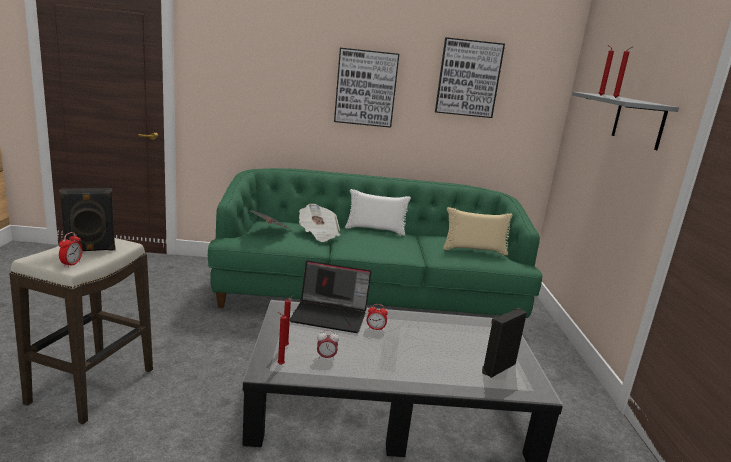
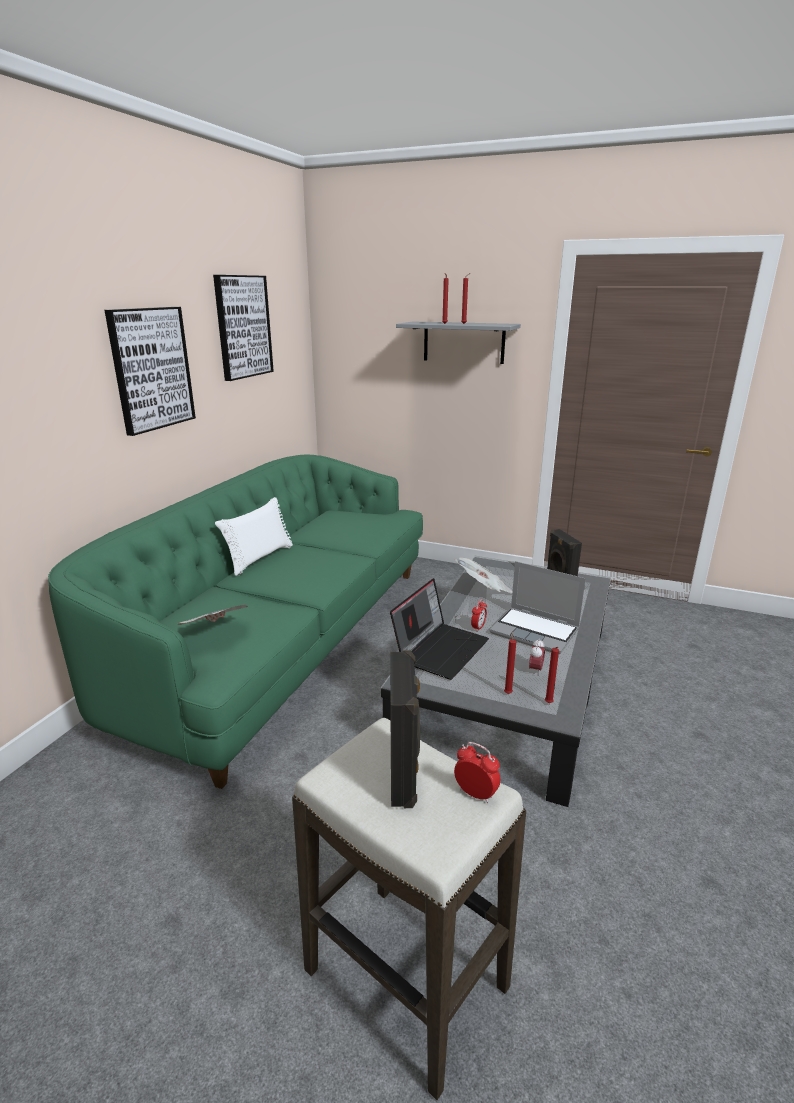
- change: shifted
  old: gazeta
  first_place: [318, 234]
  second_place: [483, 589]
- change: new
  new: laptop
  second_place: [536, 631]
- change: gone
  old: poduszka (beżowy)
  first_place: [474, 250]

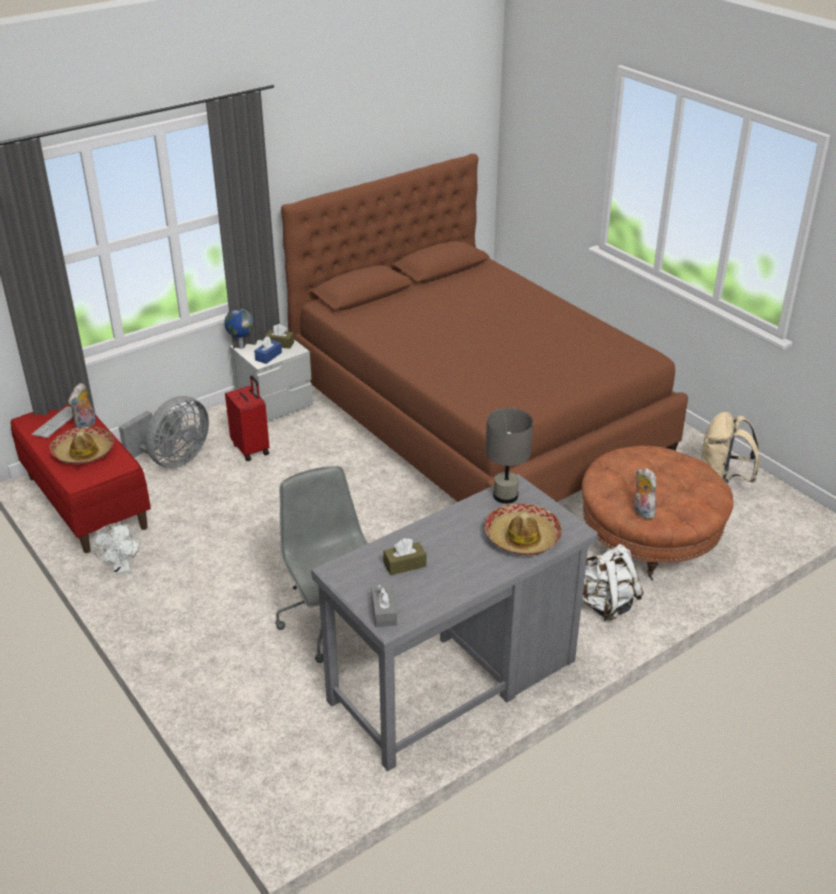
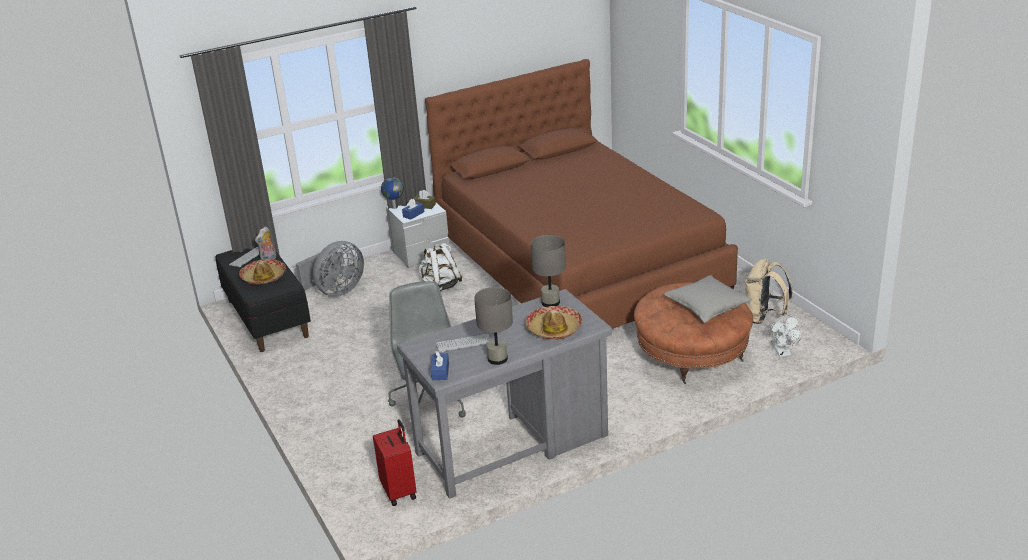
- change: repainted
  old: ławka (czerwony)
  new: ławka (czarny)
  first_place: [86, 502]
  second_place: [267, 318]
- change: shifted
  old: walizka (czerwony)
  first_place: [251, 449]
  second_place: [400, 491]
- change: shifted
  old: plecak (biały)
  first_place: [605, 604]
  second_place: [441, 285]
- change: repainted
  old: pudełko chusteczek (szary)
  new: pudełko chusteczek (niebieski)
  first_place: [384, 612]
  second_place: [440, 371]
- change: swapped
  old: pudełko chusteczek (brązowy)
  new: klawiatura
  first_place: [404, 564]
  second_place: [463, 343]
- change: new
  new: lampa stołowa (szary)
  second_place: [497, 358]
- change: new
  new: poduszka (szary)
  second_place: [707, 307]
- change: shifted
  old: wentylator (biały)
  first_place: [122, 567]
  second_place: [783, 353]
- change: gone
  old: pluszak
  first_place: [641, 511]

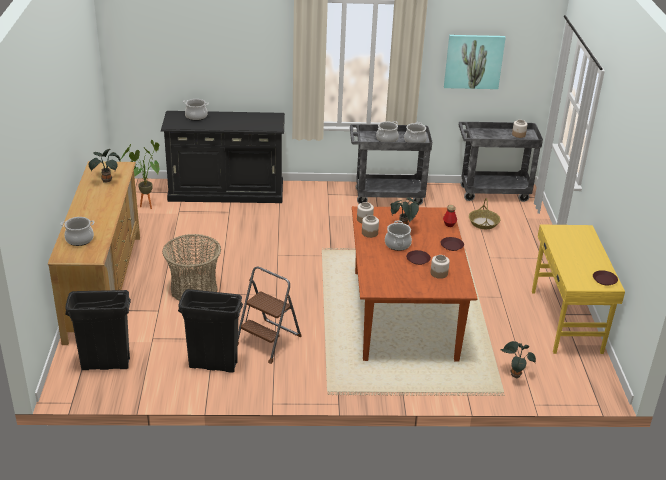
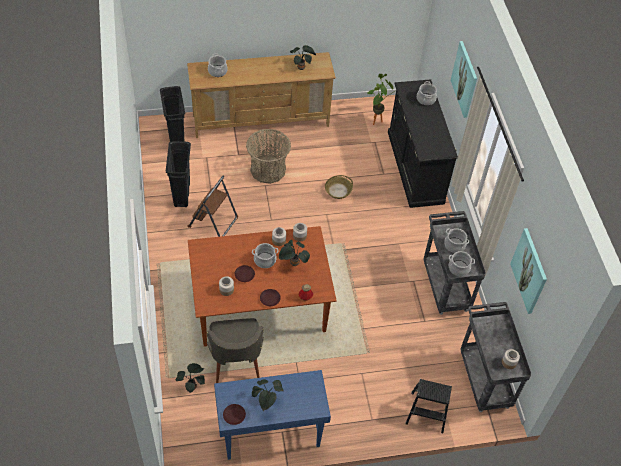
- change: new
  new: krzesło (szary)
  second_place: [236, 363]
- change: repainted
  old: stolik konsolowy (żółty)
  new: stolik konsolowy (niebieski)
  first_place: [566, 322]
  second_place: [270, 433]
- change: new
  new: roślina doniczkowa
  second_place: [267, 402]
- change: shifted
  old: koszyk
  first_place: [483, 223]
  second_place: [338, 190]
- change: new
  new: drabinka (czarny)
  second_place: [427, 411]
- change: new
  new: obraz
  second_place: [464, 79]

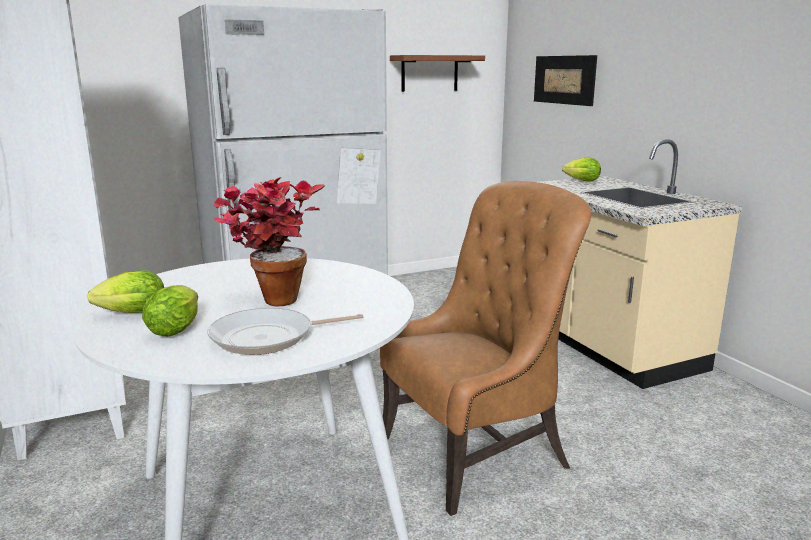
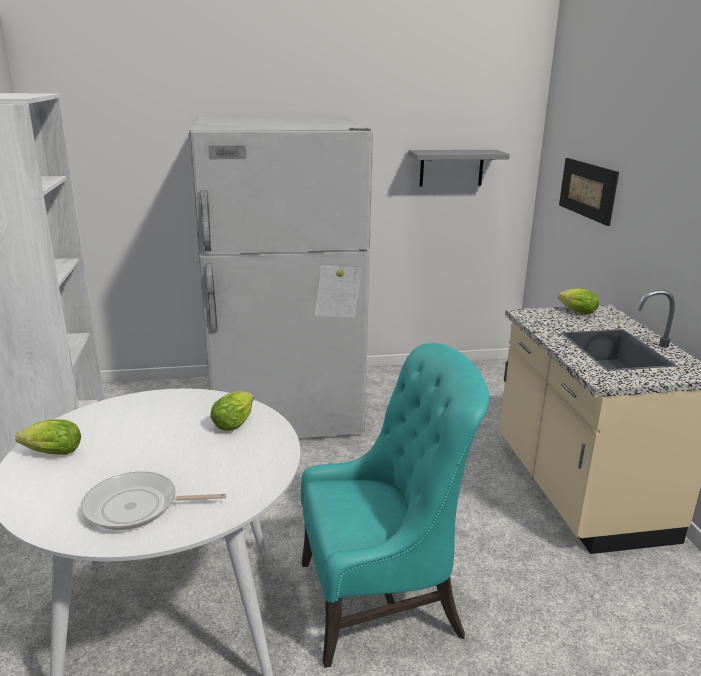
- change: shifted
  old: sałata
  first_place: [177, 328]
  second_place: [235, 422]
- change: repainted
  old: krzesło (brązowy)
  new: krzesło (turkusowy)
  first_place: [476, 452]
  second_place: [382, 599]
- change: repainted
  old: półka (brązowy)
  new: półka (szary)
  first_place: [429, 73]
  second_place: [451, 168]
- change: gone
  old: roślina doniczkowa
  first_place: [271, 298]

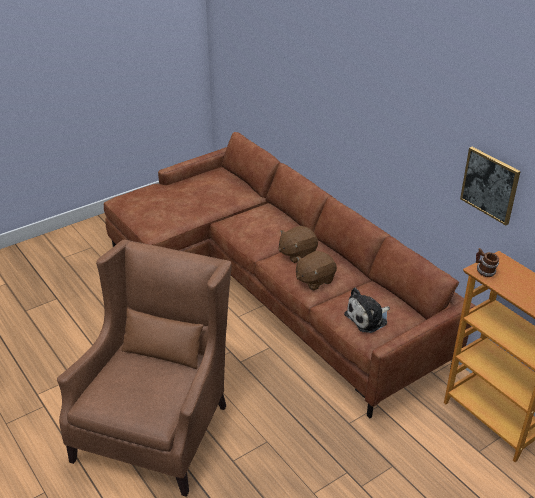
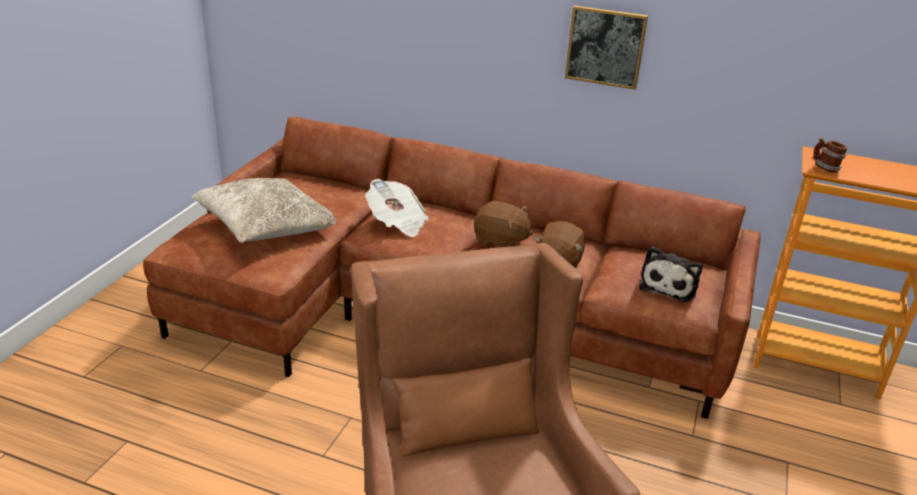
- change: new
  new: poduszka (beżowy)
  second_place: [266, 226]
- change: new
  new: gazeta
  second_place: [397, 222]
- change: rotated
  old: pluszak (brązowy)
  first_place: [297, 253]
  second_place: [501, 242]
  degrees: -90
- change: shifted
  old: obraz
  first_place: [490, 185]
  second_place: [605, 47]

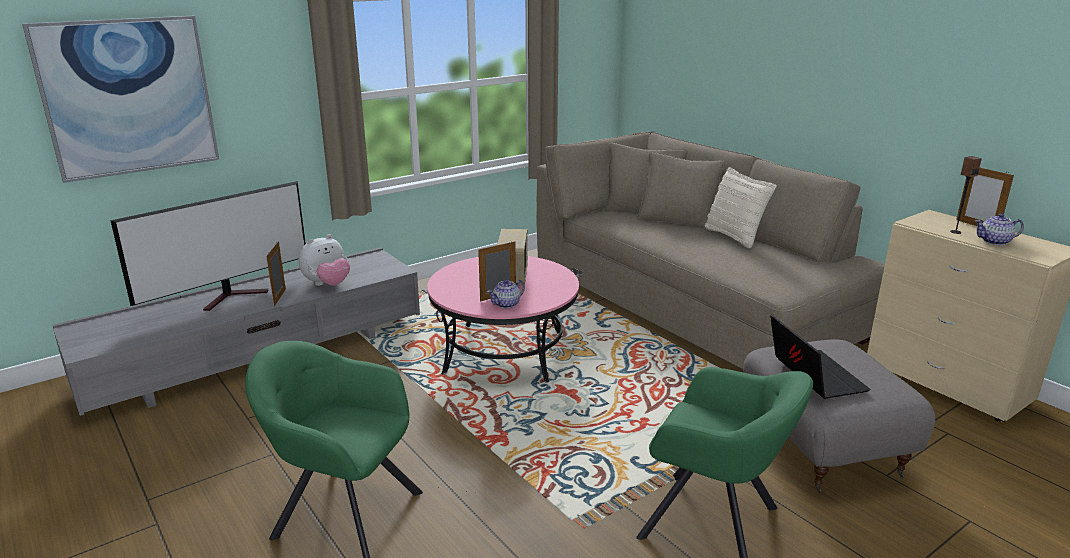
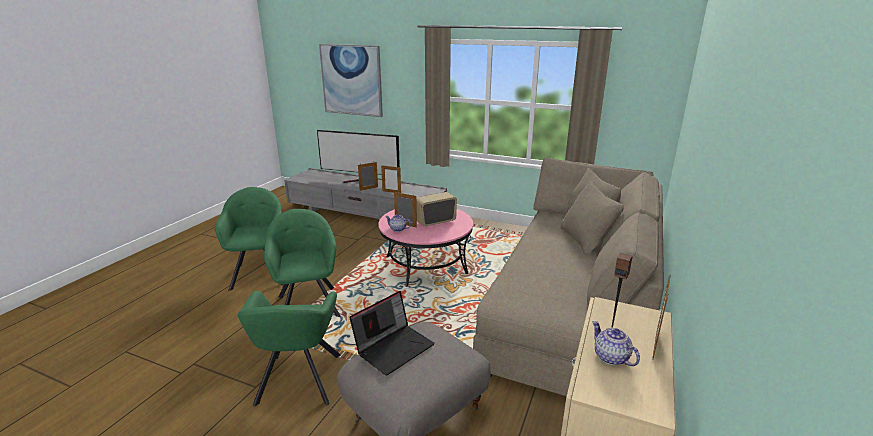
- change: new
  new: fotel (zielony)
  second_place: [308, 304]
- change: swapped
  old: pluszak
  new: ramka na zdjęcie
  first_place: [327, 284]
  second_place: [391, 192]
- change: gone
  old: poduszka (beżowy)
  first_place: [735, 237]

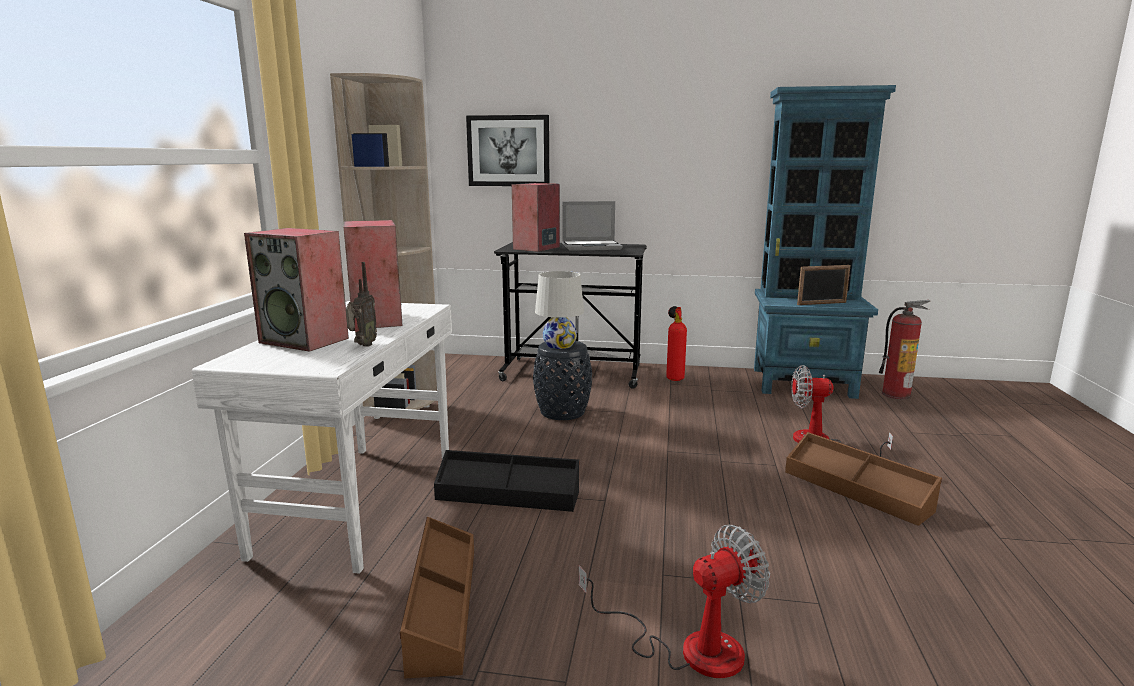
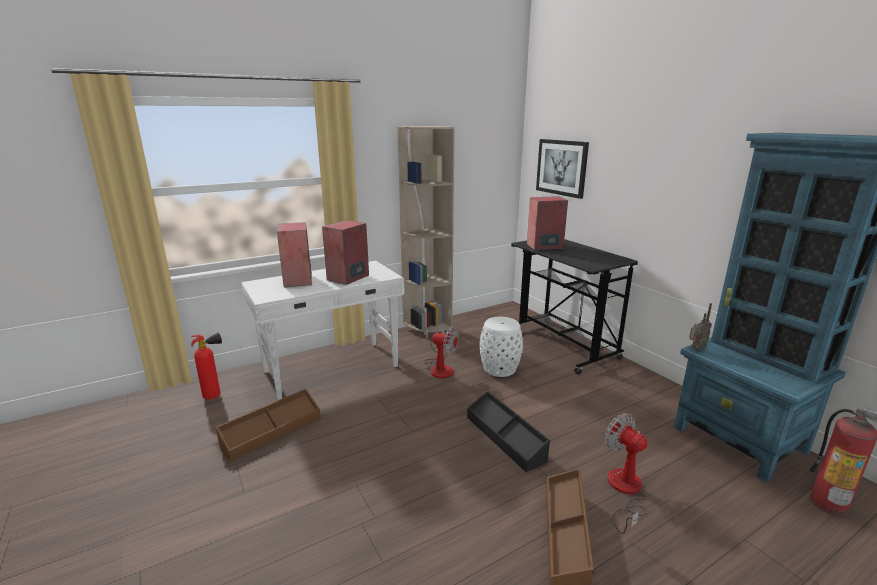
- change: shifted
  old: gaśnica
  first_place: [674, 378]
  second_place: [216, 395]
- change: shifted
  old: wentylator
  first_place: [689, 648]
  second_place: [439, 368]
- change: shifted
  old: pojemnik do przechowywania (czarny)
  first_place: [508, 495]
  second_place: [505, 438]
- change: repainted
  old: stołek (czarny)
  new: stołek (biały)
  first_place: [562, 412]
  second_place: [499, 369]
- change: shifted
  old: radio
  first_place: [362, 346]
  second_place: [695, 349]
- change: gone
  old: lampa stołowa (biały)
  first_place: [559, 345]
- change: gone
  old: laptop
  first_place: [592, 247]
- change: gone
  old: ramka na zdjęcie
  first_place: [822, 303]

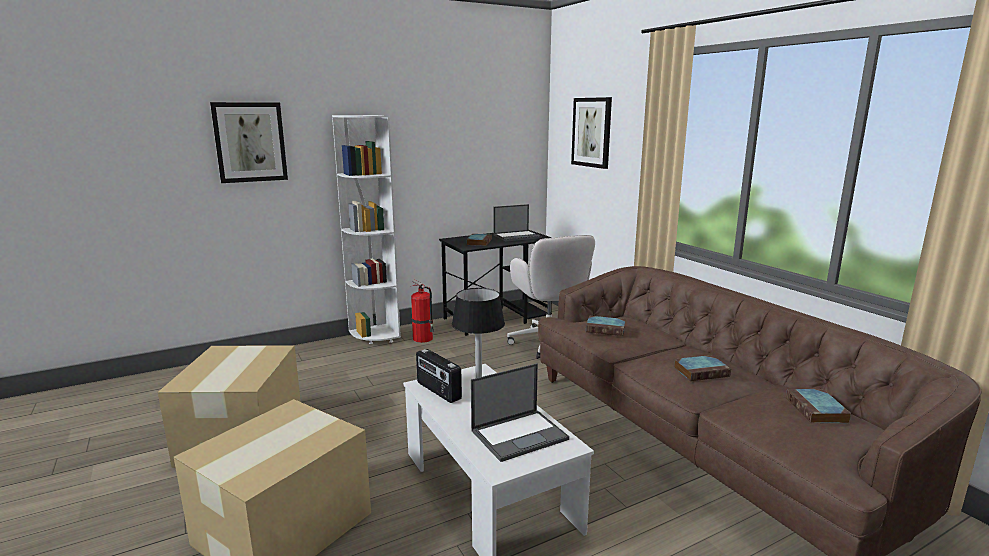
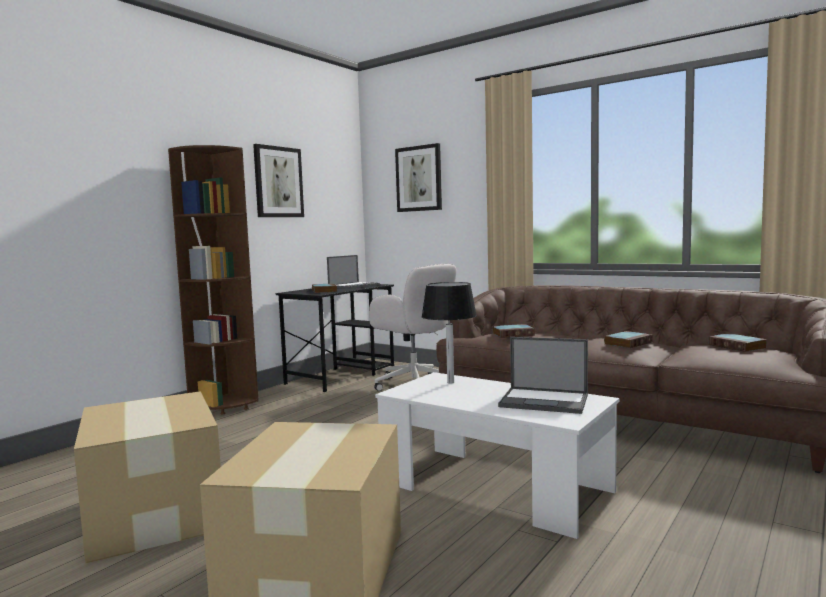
- change: repainted
  old: regał (biały)
  new: regał (brązowy)
  first_place: [375, 339]
  second_place: [224, 409]
- change: shifted
  old: obraz
  first_place: [250, 142]
  second_place: [278, 182]
- change: rotated
  old: laptop
  first_place: [520, 434]
  second_place: [545, 401]
  degrees: 75
- change: gone
  old: gaśnica
  first_place: [423, 338]
- change: gone
  old: radio
  first_place: [438, 391]

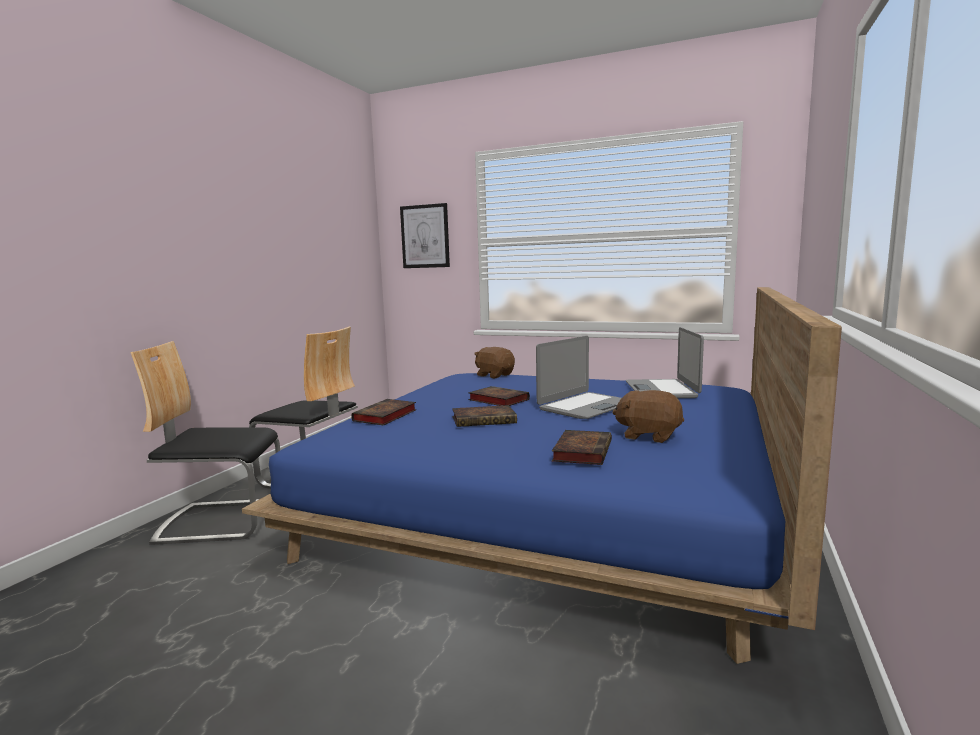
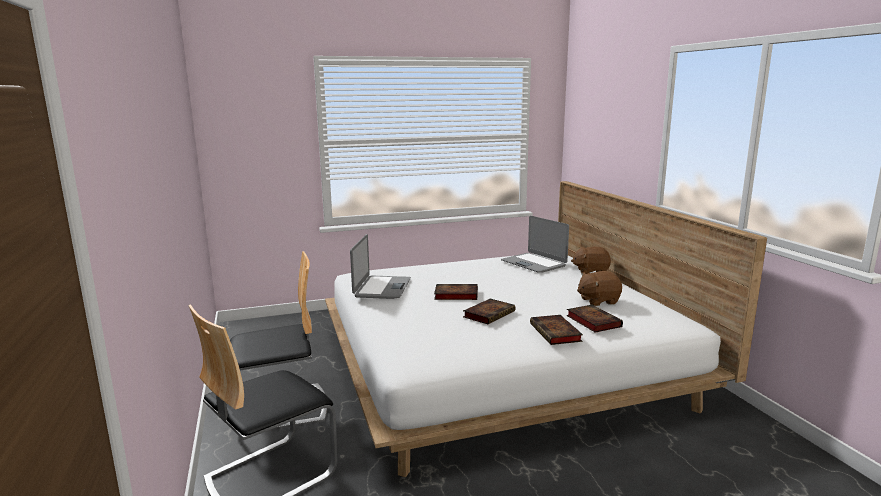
- change: repainted
  old: łóżko (niebieski)
  new: łóżko (biały)
  first_place: [549, 505]
  second_place: [499, 366]
- change: shifted
  old: laptop
  first_place: [586, 406]
  second_place: [382, 288]
- change: shifted
  old: książka
  first_place: [384, 416]
  second_place: [556, 333]
- change: shifted
  old: pluszak (brązowy)
  first_place: [494, 375]
  second_place: [591, 272]
- change: gone
  old: obraz
  first_place: [425, 236]

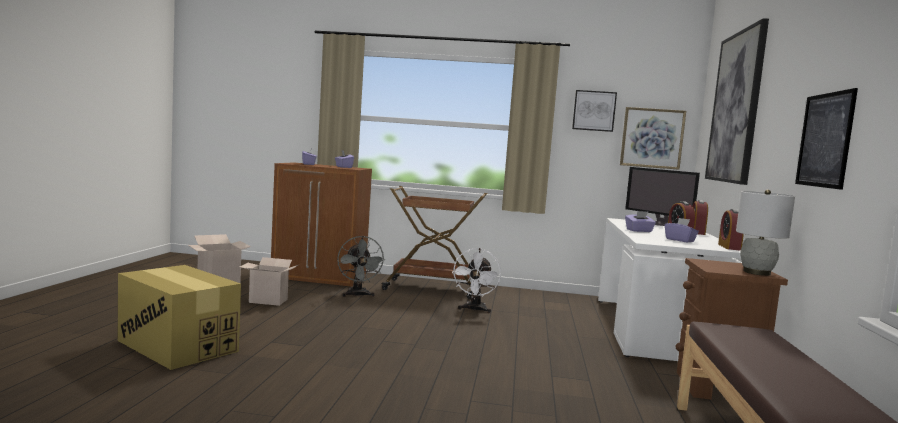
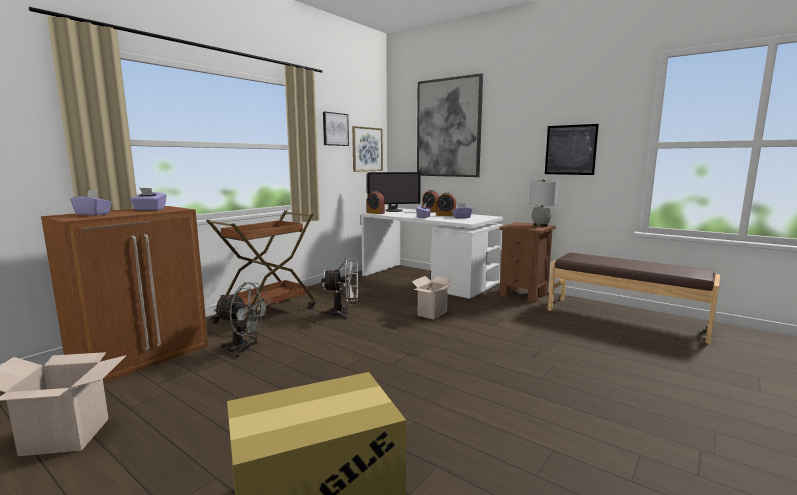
- change: rotated
  old: wentylator (biały)
  first_place: [474, 310]
  second_place: [343, 314]
  degrees: -45
- change: shifted
  old: budzik
  first_place: [729, 247]
  second_place: [375, 213]
- change: shifted
  old: karton
  first_place: [267, 301]
  second_place: [432, 314]

